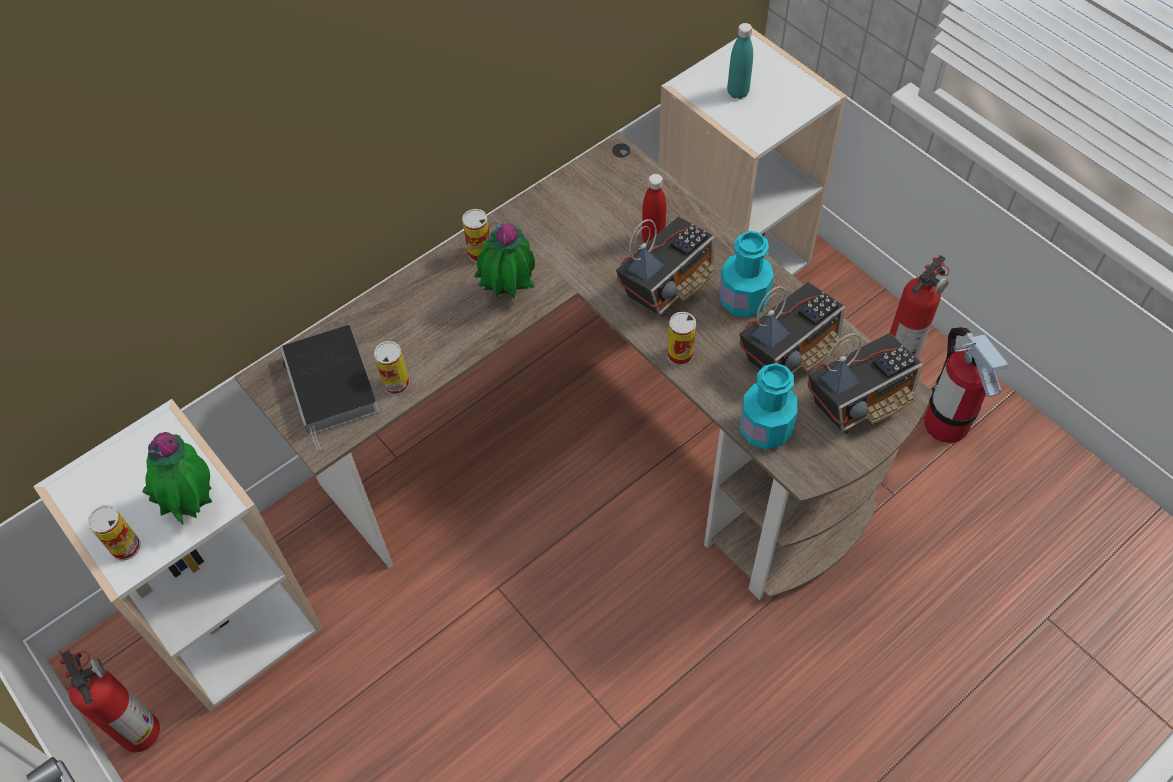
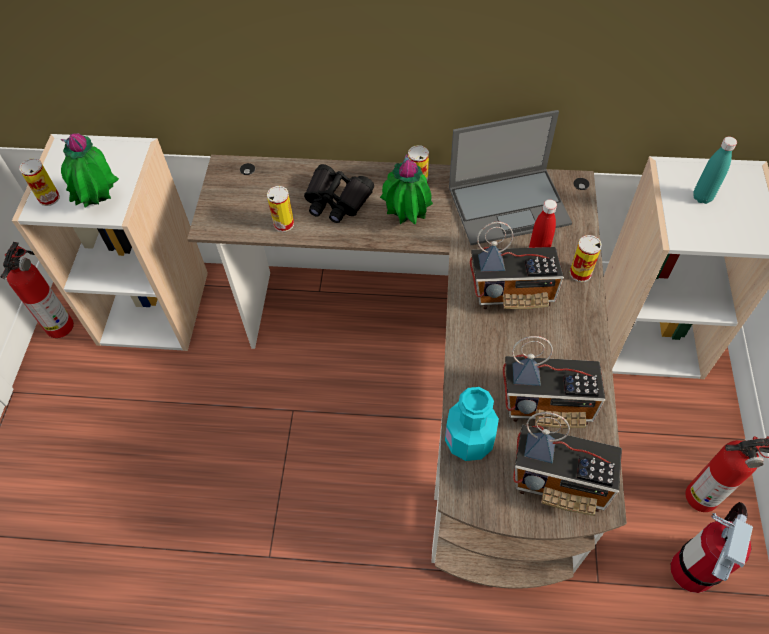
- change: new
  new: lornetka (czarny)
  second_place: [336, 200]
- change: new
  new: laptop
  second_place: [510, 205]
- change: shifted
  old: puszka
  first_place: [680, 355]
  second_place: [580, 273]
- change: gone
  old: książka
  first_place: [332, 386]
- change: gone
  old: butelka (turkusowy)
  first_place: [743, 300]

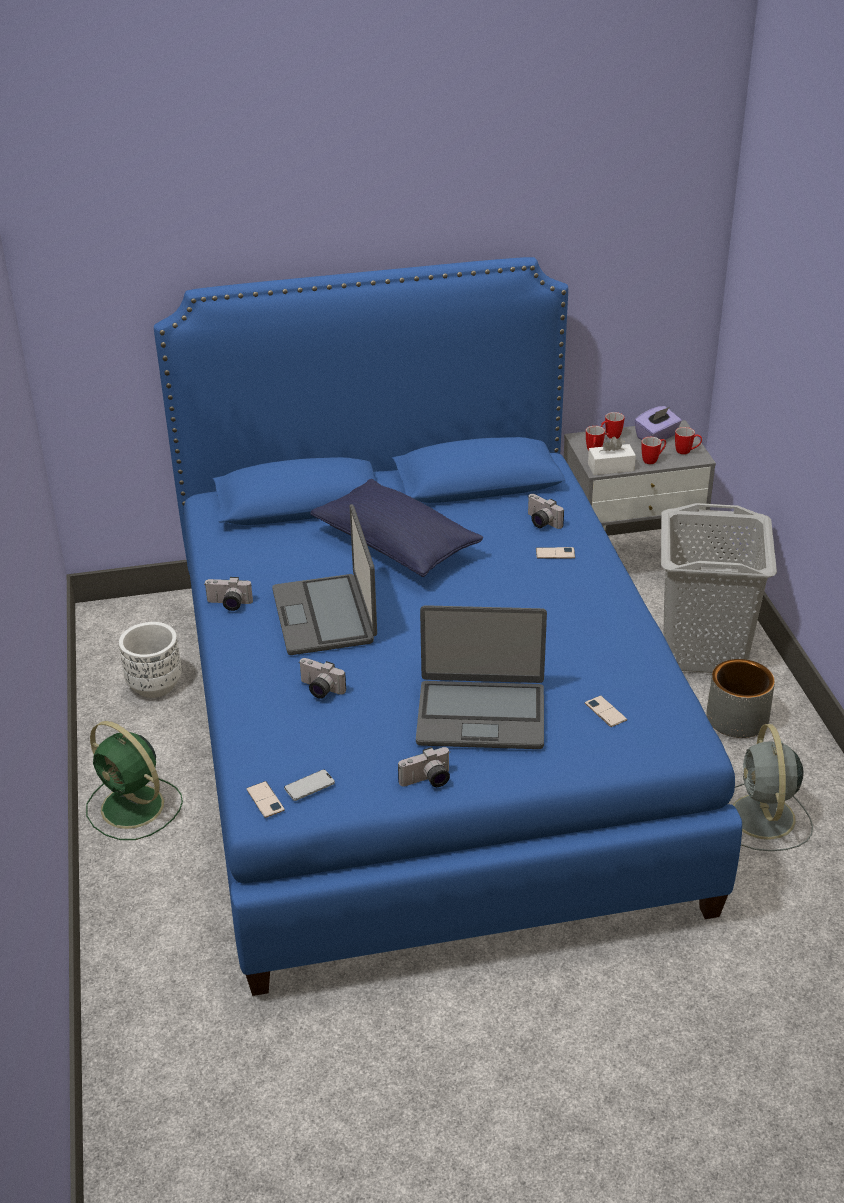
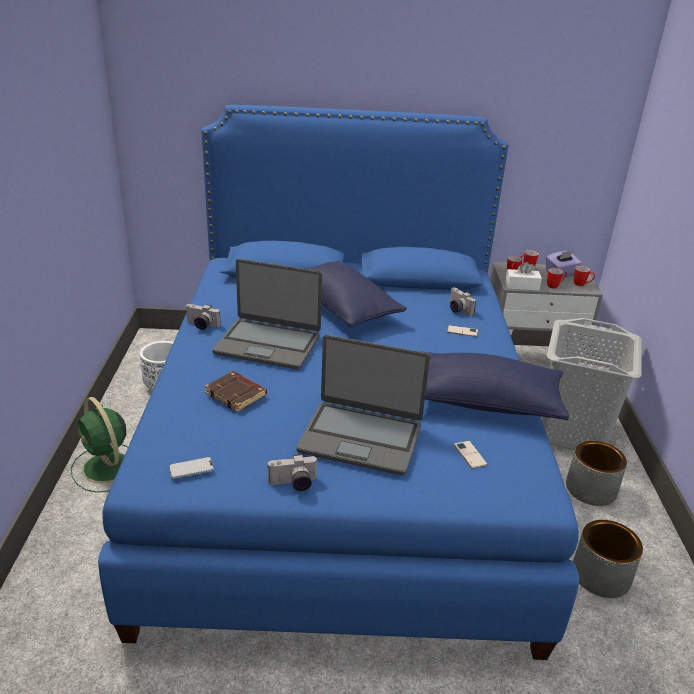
- change: swapped
  old: aparat fotograficzny
  new: książka (brązowy)
  first_place: [319, 690]
  second_place: [237, 395]
- change: rotated
  old: laptop
  first_place: [325, 616]
  second_place: [268, 344]
  degrees: -75
- change: new
  new: poduszka (niebieski)
  second_place: [485, 402]
- change: swapped
  old: wentylator (szary)
  new: donica (szary)
  first_place: [763, 819]
  second_place: [600, 577]
- change: gone
  old: telefon
  first_place: [265, 800]

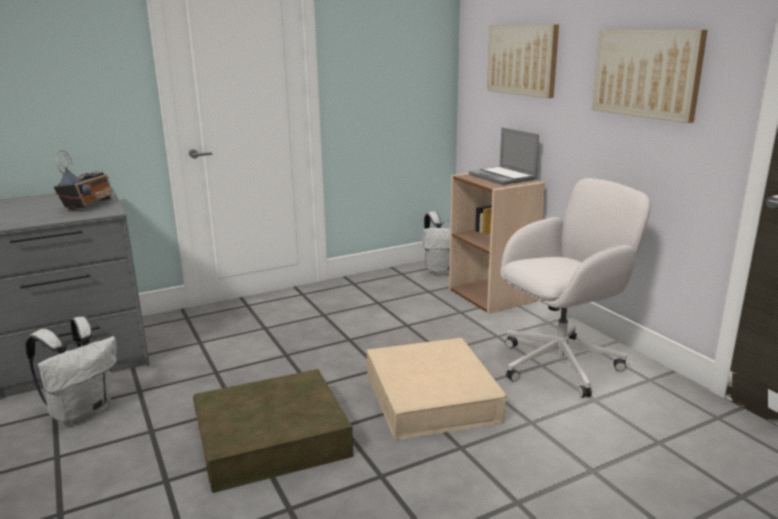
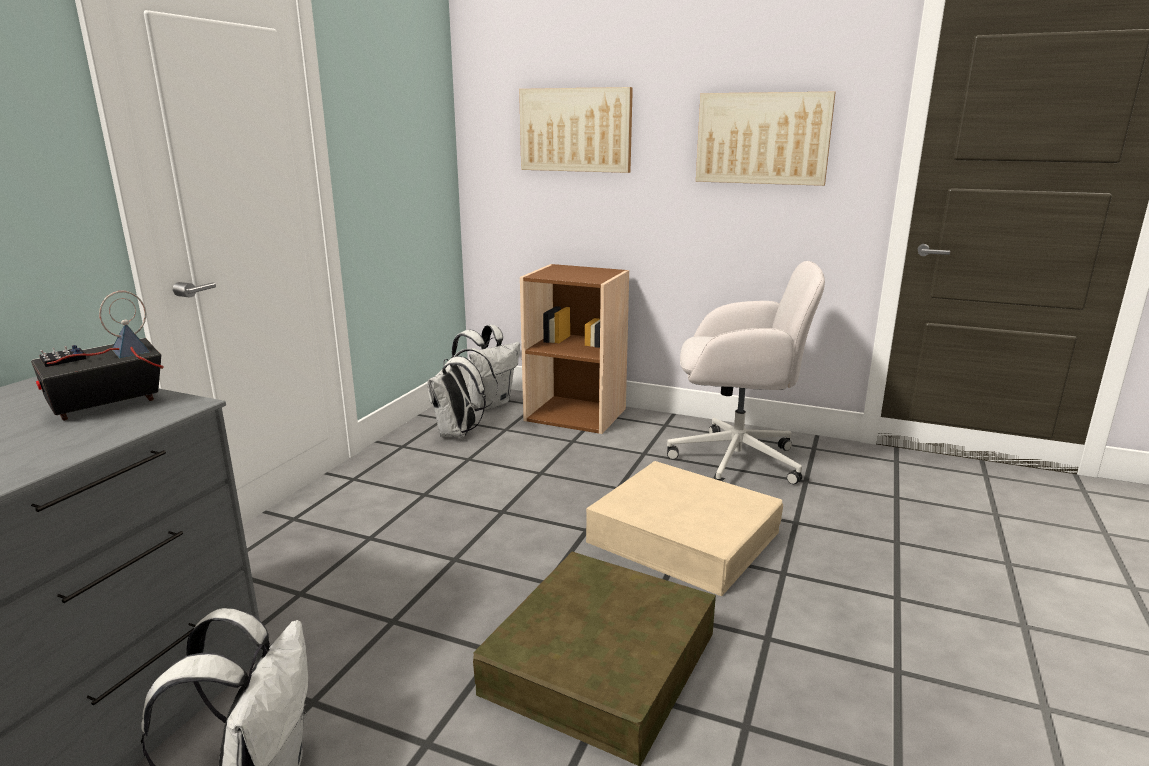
- change: rotated
  old: radio
  first_place: [88, 205]
  second_place: [105, 405]
  degrees: -105
- change: new
  new: plecak (biały)
  second_place: [460, 433]
- change: rotated
  old: krzesło biurowe (biały)
  first_place: [559, 365]
  second_place: [736, 462]
  degrees: 75
- change: gone
  old: laptop
  first_place: [503, 177]

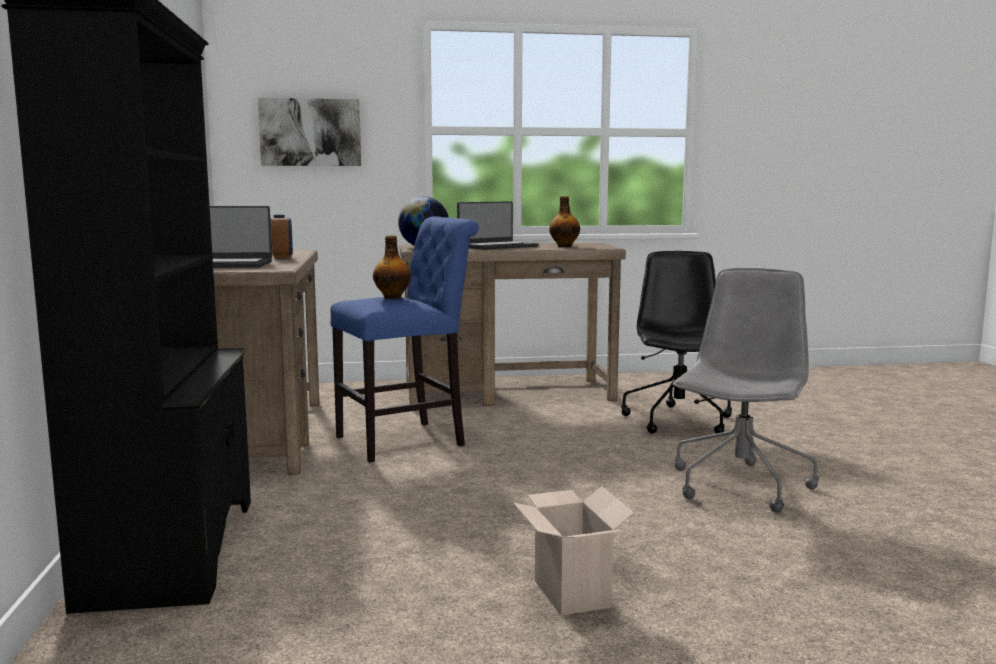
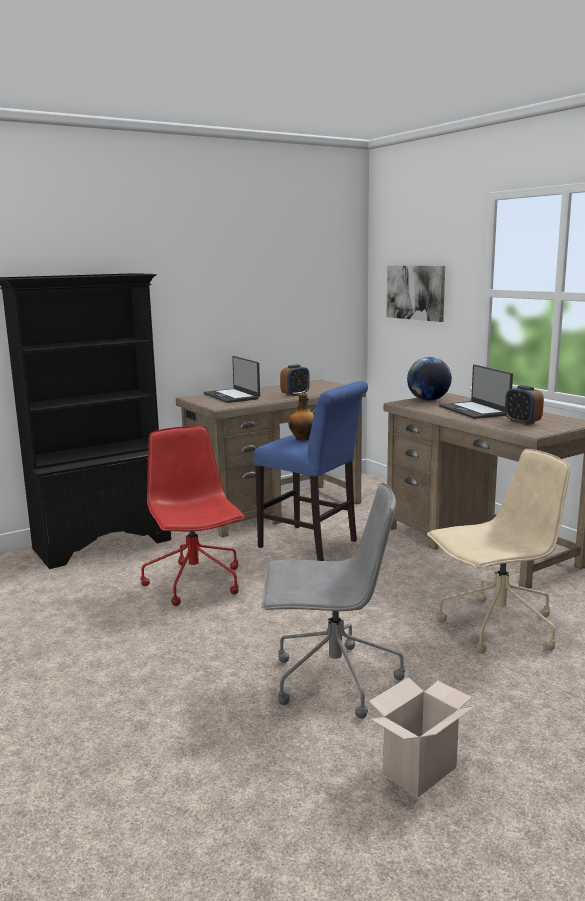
- change: new
  new: krzesło biurowe (czerwony)
  second_place: [196, 585]
- change: shifted
  old: karton
  first_place: [568, 593]
  second_place: [419, 769]
- change: repainted
  old: krzesło biurowe (czarny)
  new: krzesło biurowe (beżowy)
  first_place: [679, 422]
  second_place: [494, 628]
- change: rotated
  old: laptop
  first_place: [497, 246]
  second_place: [474, 410]
  degrees: 45
- change: swapped
  old: butelka
  new: budzik
  first_place: [564, 246]
  second_place: [522, 422]

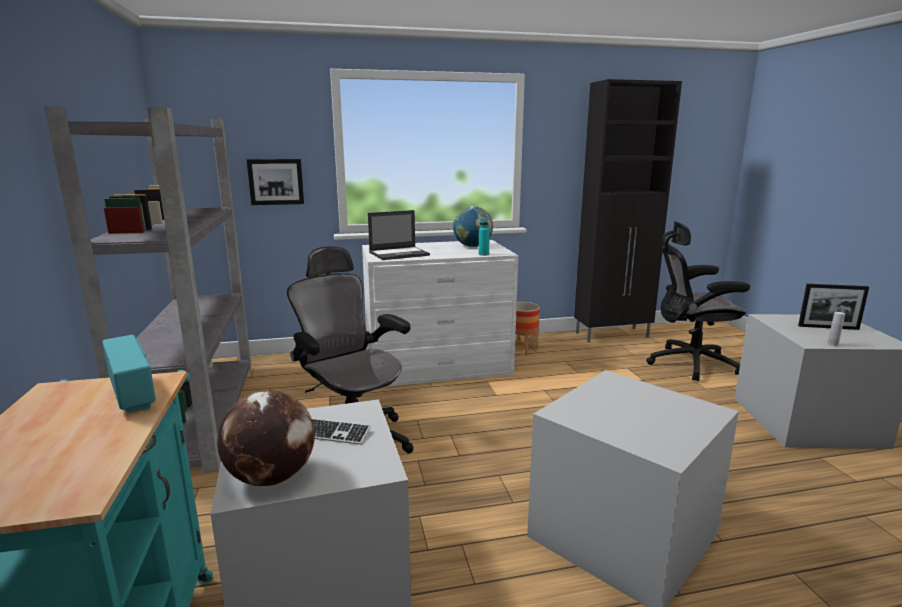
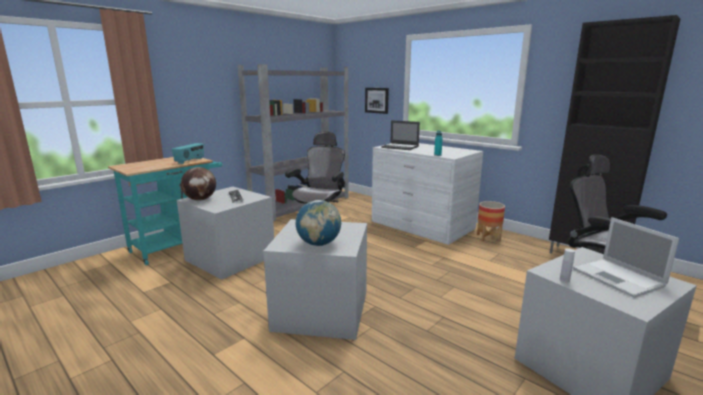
- change: shifted
  old: globus
  first_place: [472, 246]
  second_place: [319, 244]
- change: swapped
  old: ramka na zdjęcie
  new: laptop
  first_place: [828, 327]
  second_place: [619, 278]

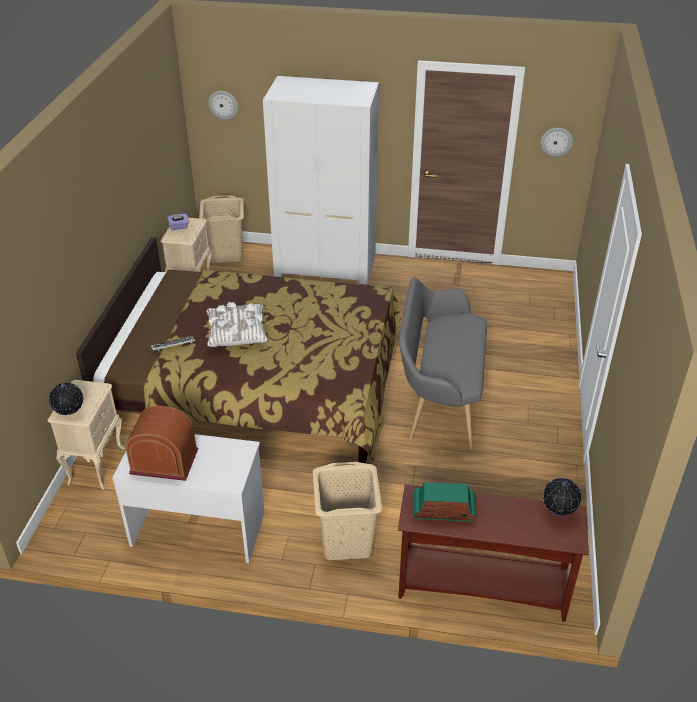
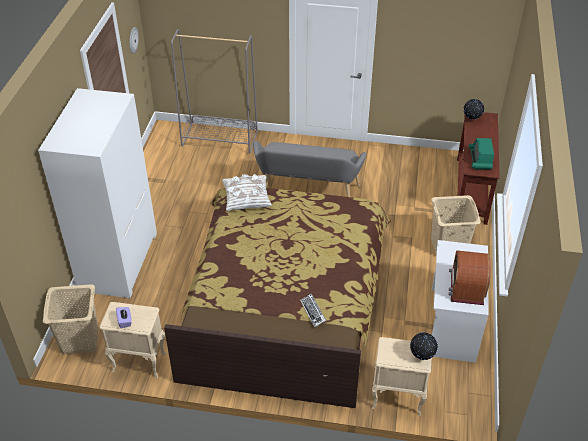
- change: new
  new: wieszak (szary)
  second_place: [220, 139]
- change: shifted
  old: poduszka (biały)
  first_place: [237, 335]
  second_place: [247, 199]
- change: gone
  old: zegar ścienny
  first_place: [223, 104]

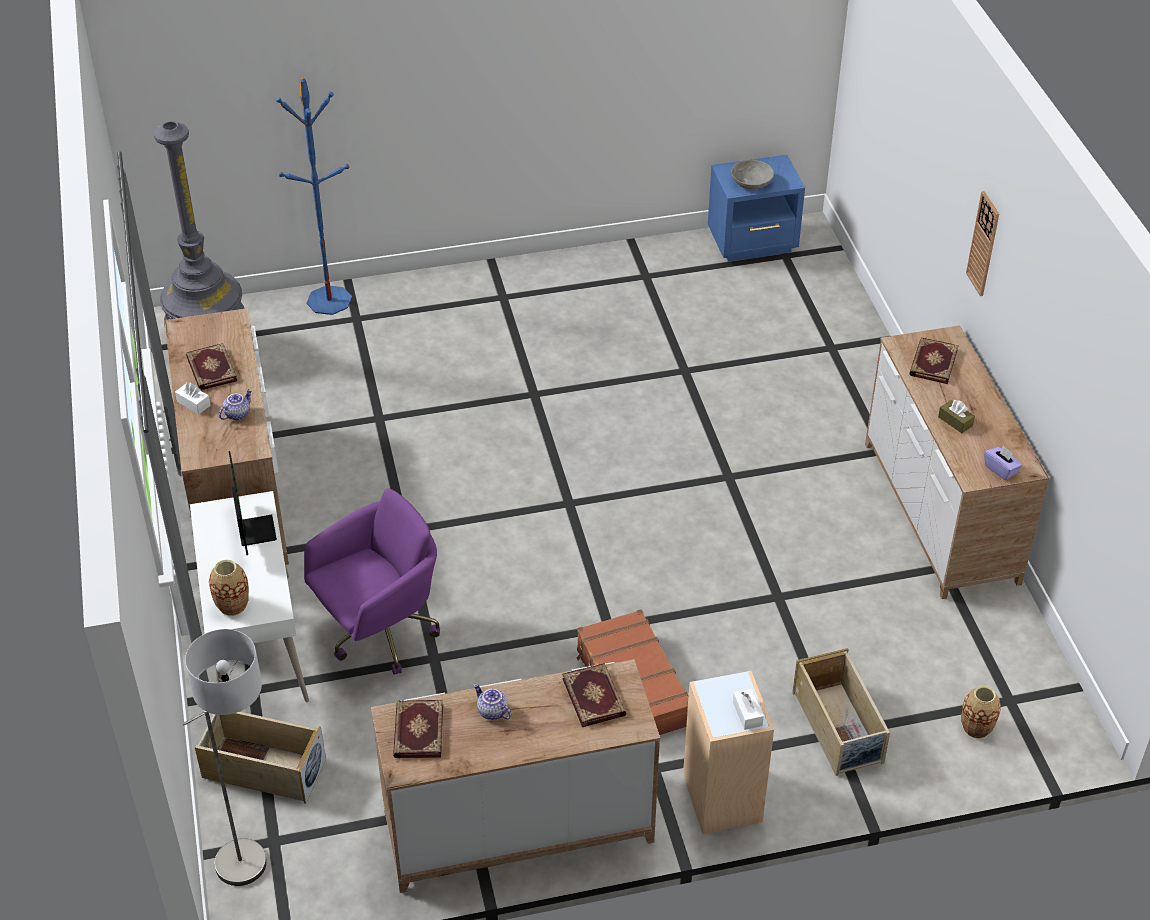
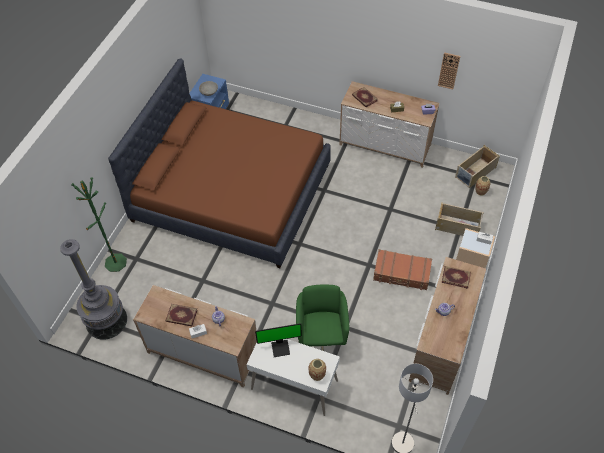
- change: repainted
  old: wieszak (niebieski)
  new: wieszak (zielony)
  first_place: [329, 300]
  second_place: [115, 262]
- change: new
  new: łóżko (brązowy)
  second_place: [231, 192]
- change: rotated
  old: monitor
  first_place: [254, 531]
  second_place: [280, 347]
  degrees: 150
- change: repainted
  old: krzesło biurowe (fioletowy)
  new: krzesło biurowe (zielony)
  first_place: [379, 637]
  second_place: [321, 340]
- change: shifted
  old: zegar ścienny
  first_place: [983, 244]
  second_place: [448, 70]
- change: shifted
  old: pojemnik do przechowywania (beżowy)
  first_place: [262, 769]
  second_place: [475, 173]
- change: gone
  old: książka
  first_place: [417, 731]

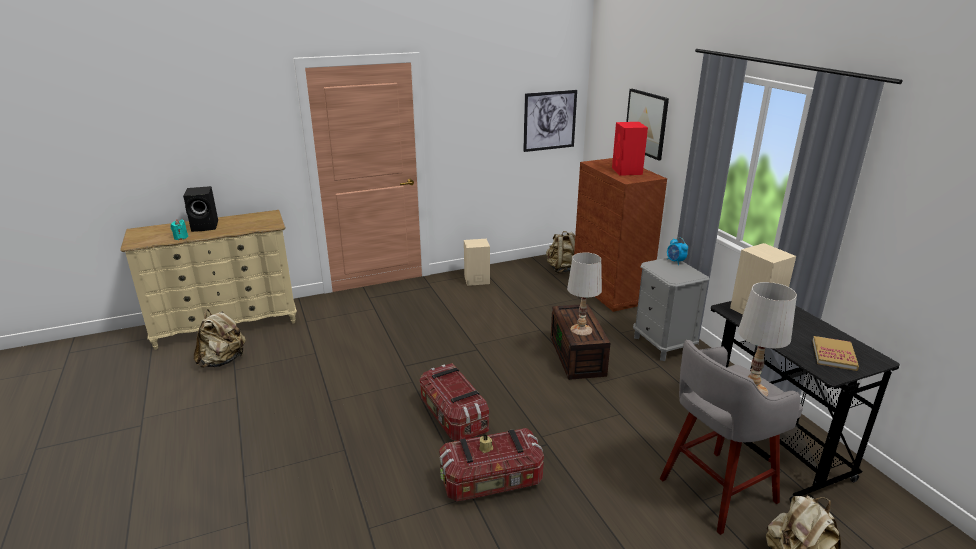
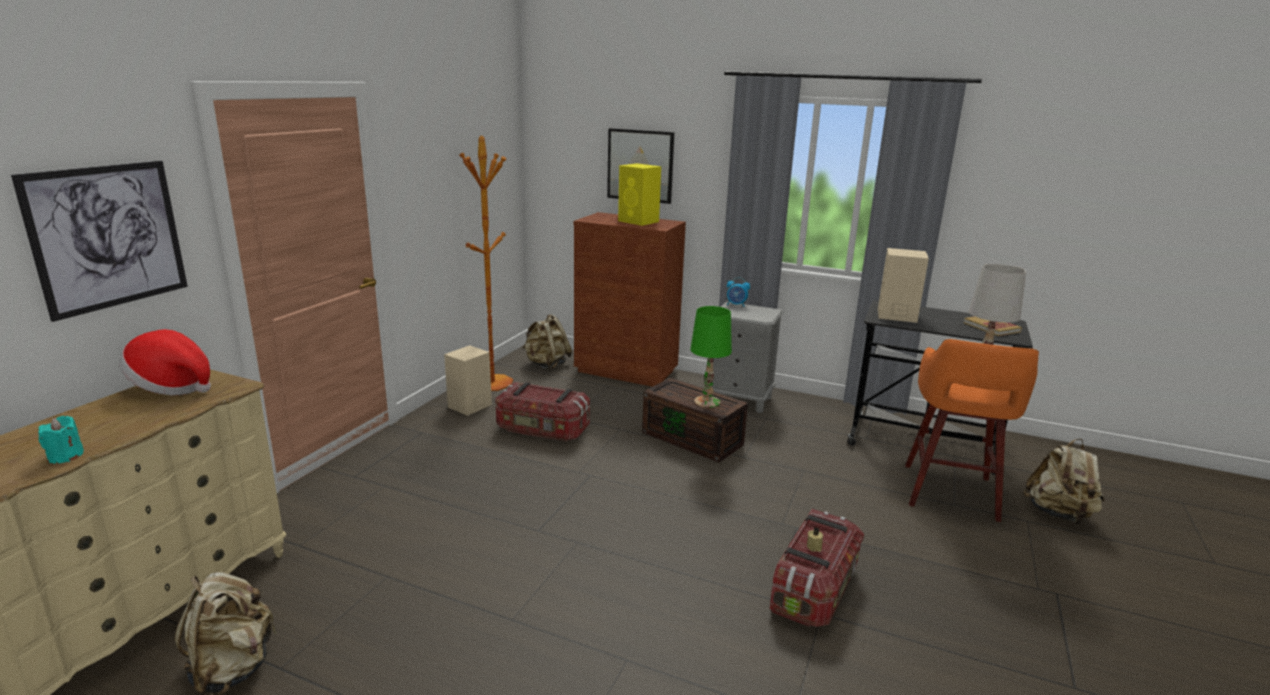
- change: shifted
  old: obraz
  first_place: [549, 120]
  second_place: [108, 237]
- change: new
  new: kapelusz
  second_place: [172, 386]
- change: new
  new: wieszak (pomarańczowy)
  second_place: [492, 382]
- change: shifted
  old: pojemnik do przechowywania
  first_place: [453, 417]
  second_place: [542, 430]
- change: repainted
  old: głośnik (czerwony)
  new: głośnik (żółty)
  first_place: [627, 171]
  second_place: [639, 221]
- change: repainted
  old: lampa stołowa (biały)
  new: lampa stołowa (zielony)
  first_place: [581, 330]
  second_place: [707, 402]
- change: repainted
  old: stołek (szary)
  new: stołek (pomarańczowy)
  first_place: [714, 491]
  second_place: [949, 493]
- change: gone
  old: głośnik (czarny)
  first_place: [206, 226]

